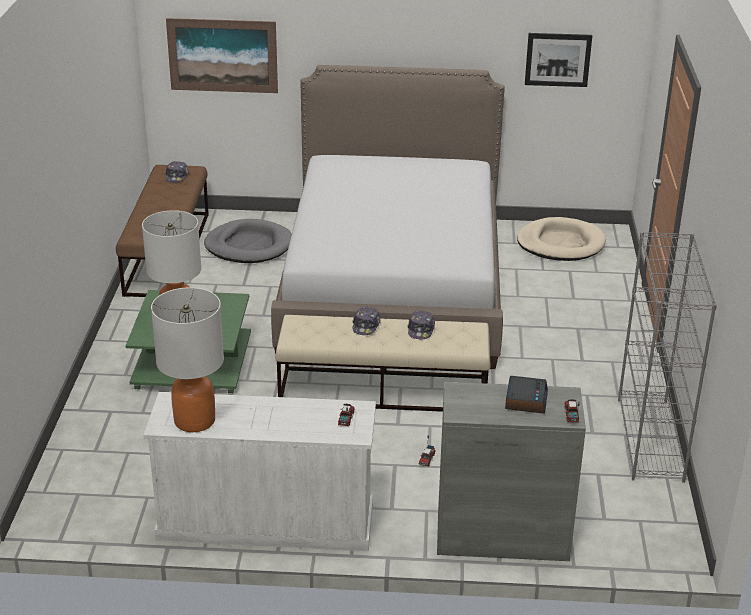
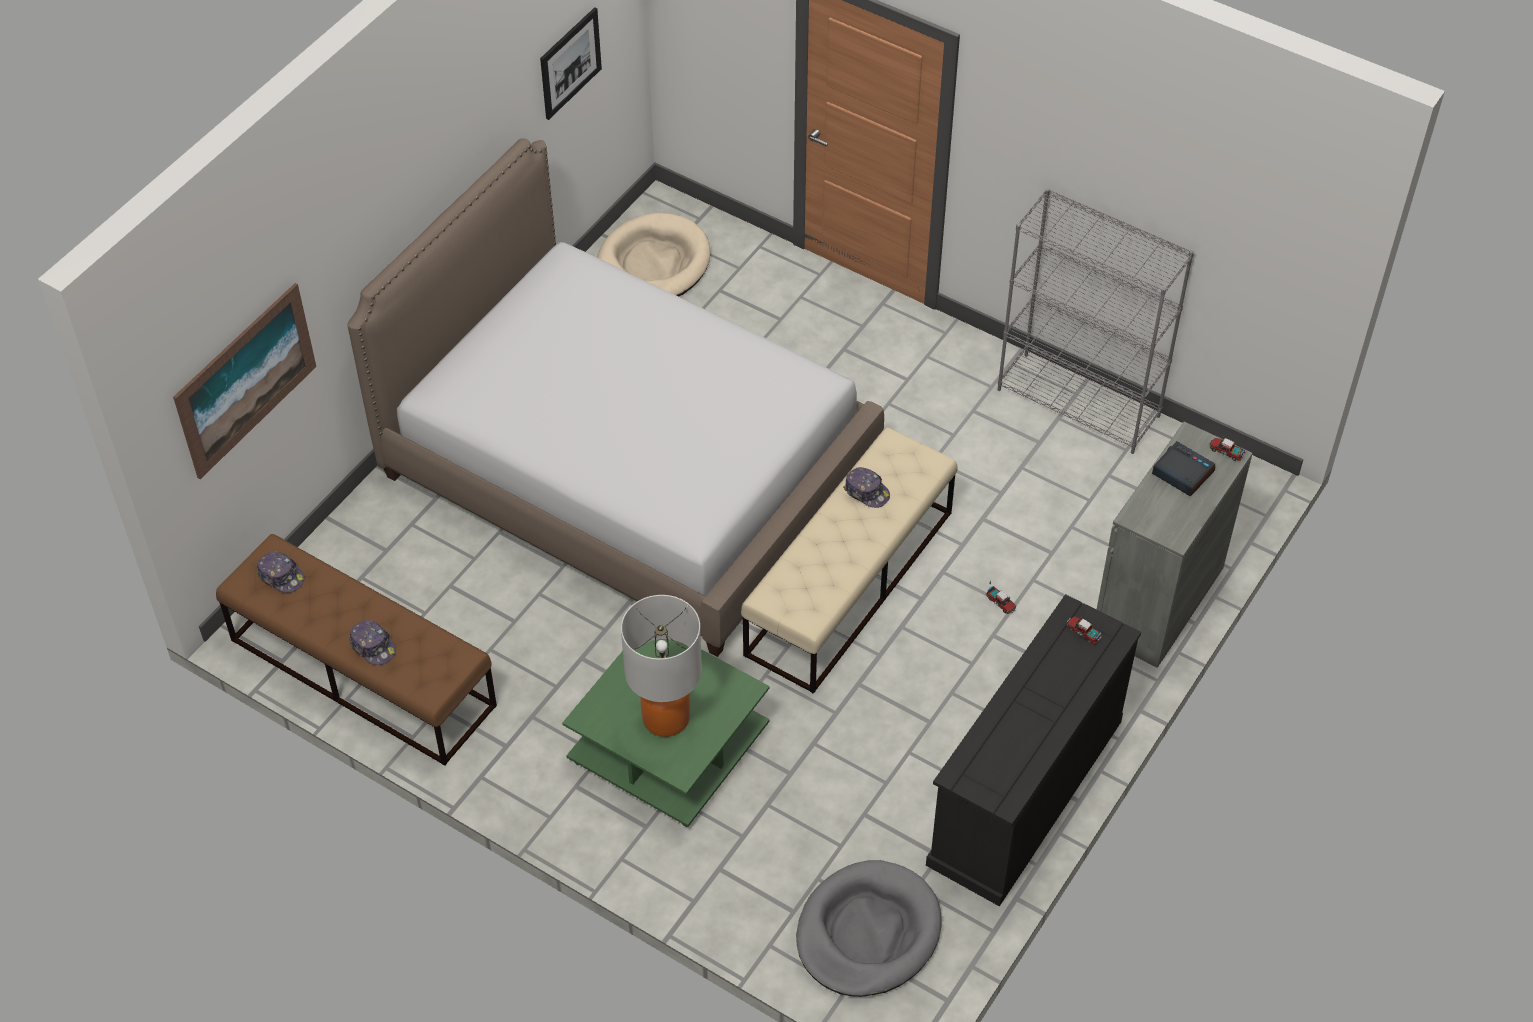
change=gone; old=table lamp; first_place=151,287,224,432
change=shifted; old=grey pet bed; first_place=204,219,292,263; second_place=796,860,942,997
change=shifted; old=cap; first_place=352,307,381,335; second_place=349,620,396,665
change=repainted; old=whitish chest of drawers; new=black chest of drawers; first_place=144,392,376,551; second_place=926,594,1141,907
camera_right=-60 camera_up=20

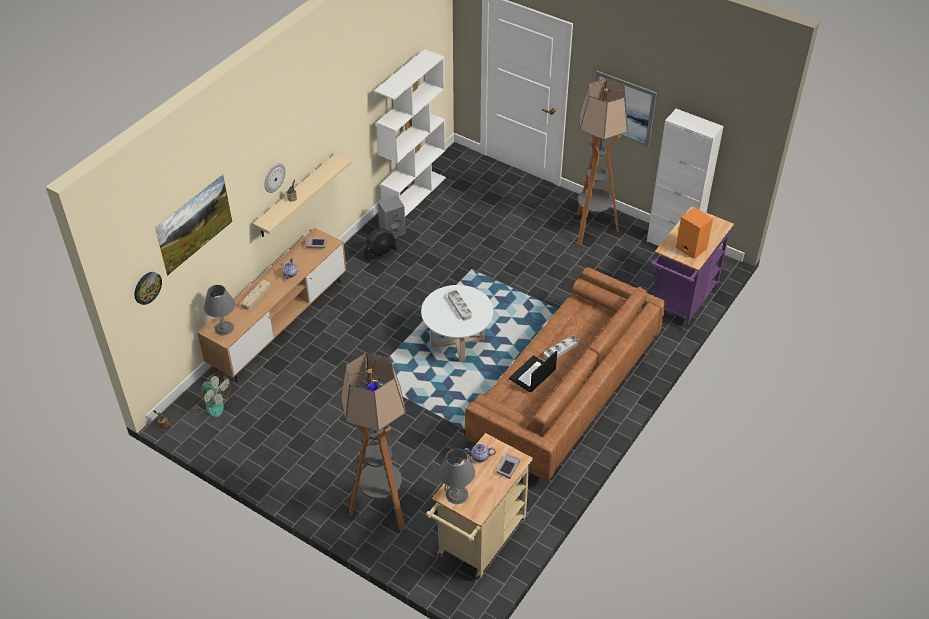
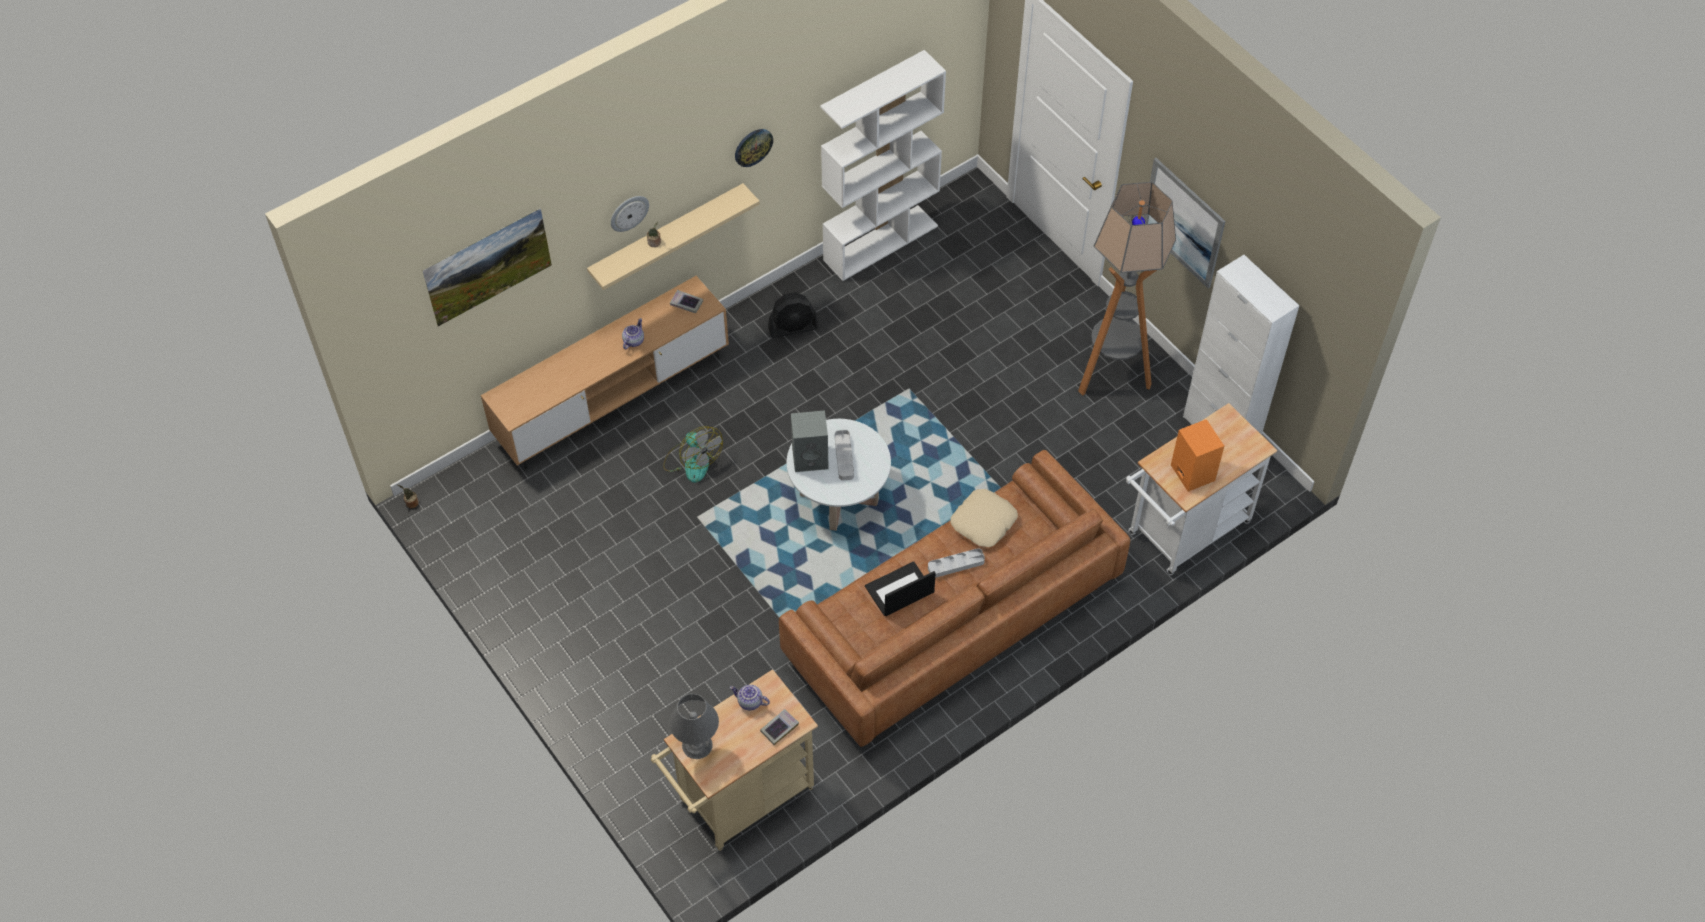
change=gone; old=grey table lamp; first_place=204,285,235,335
change=gone; old=beige-coloured serving tray; first_place=241,280,270,310
change=gone; old=standard lamp; first_place=341,352,406,531
change=new; new=beige-coloured cushion; second_place=950,489,1018,547
change=shifted; old=hanging clock; first_place=134,272,162,305; second_place=735,129,773,167
change=shifted; old=electric fan; first_place=190,373,231,418; second_place=663,426,723,483
change=shifted; old=grey audio speaker; first_place=378,195,406,237; second_place=791,410,829,472
change=repainted; old=purple cart; new=whitish cart; first_place=651,207,734,329; second_place=1126,403,1277,575
camera_right=20 camera_up=10

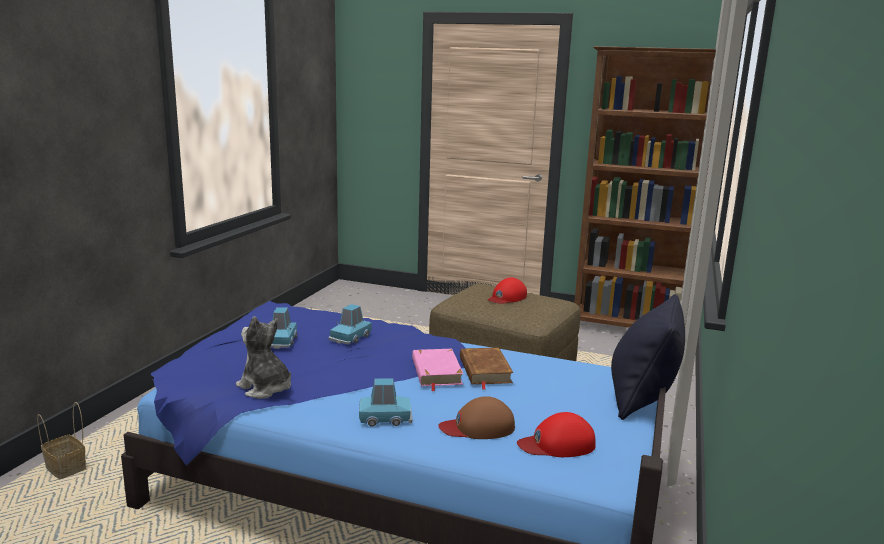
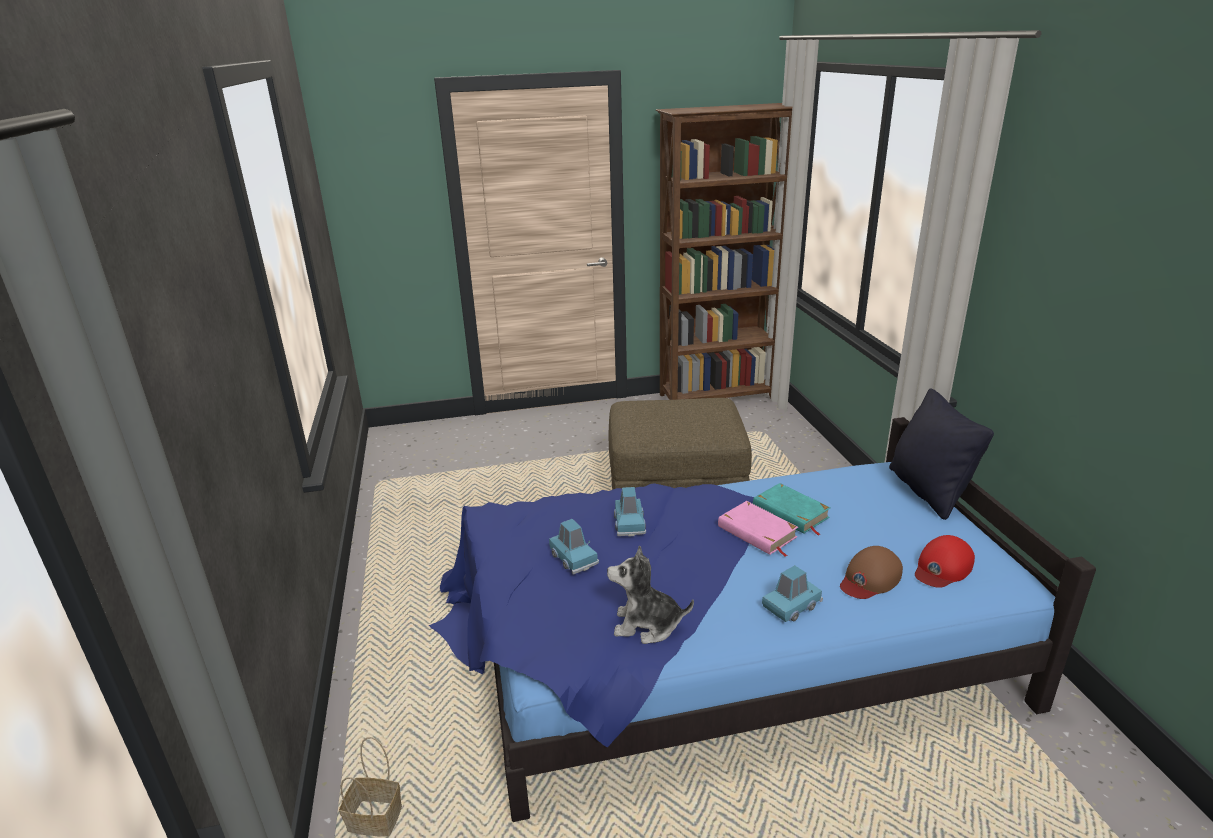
change=gone; old=red-coloured cap; first_place=488,277,527,304
change=repainted; old=brown-coloured volume; new=blue-green volume; first_place=460,348,513,390; second_place=753,483,831,536
camera_right=-30 camera_up=10

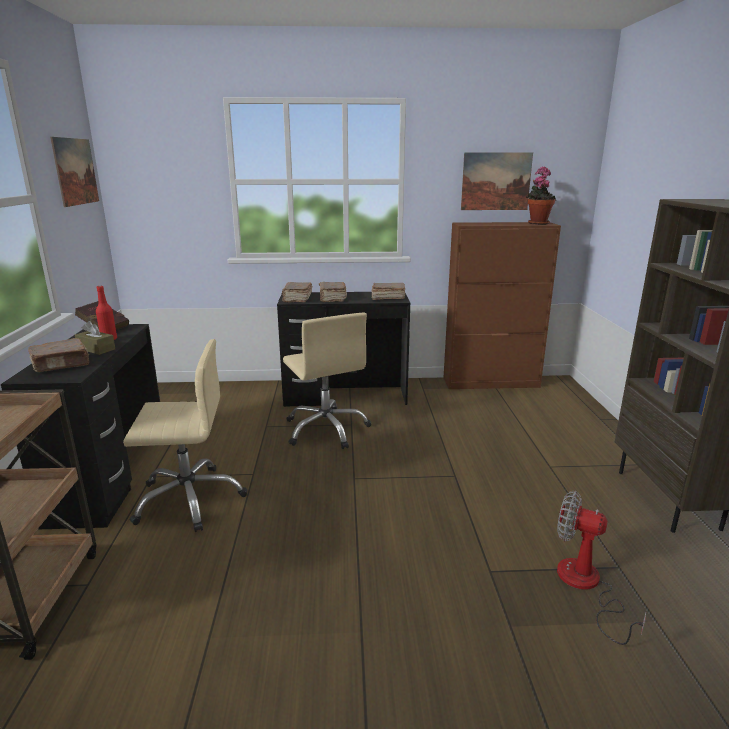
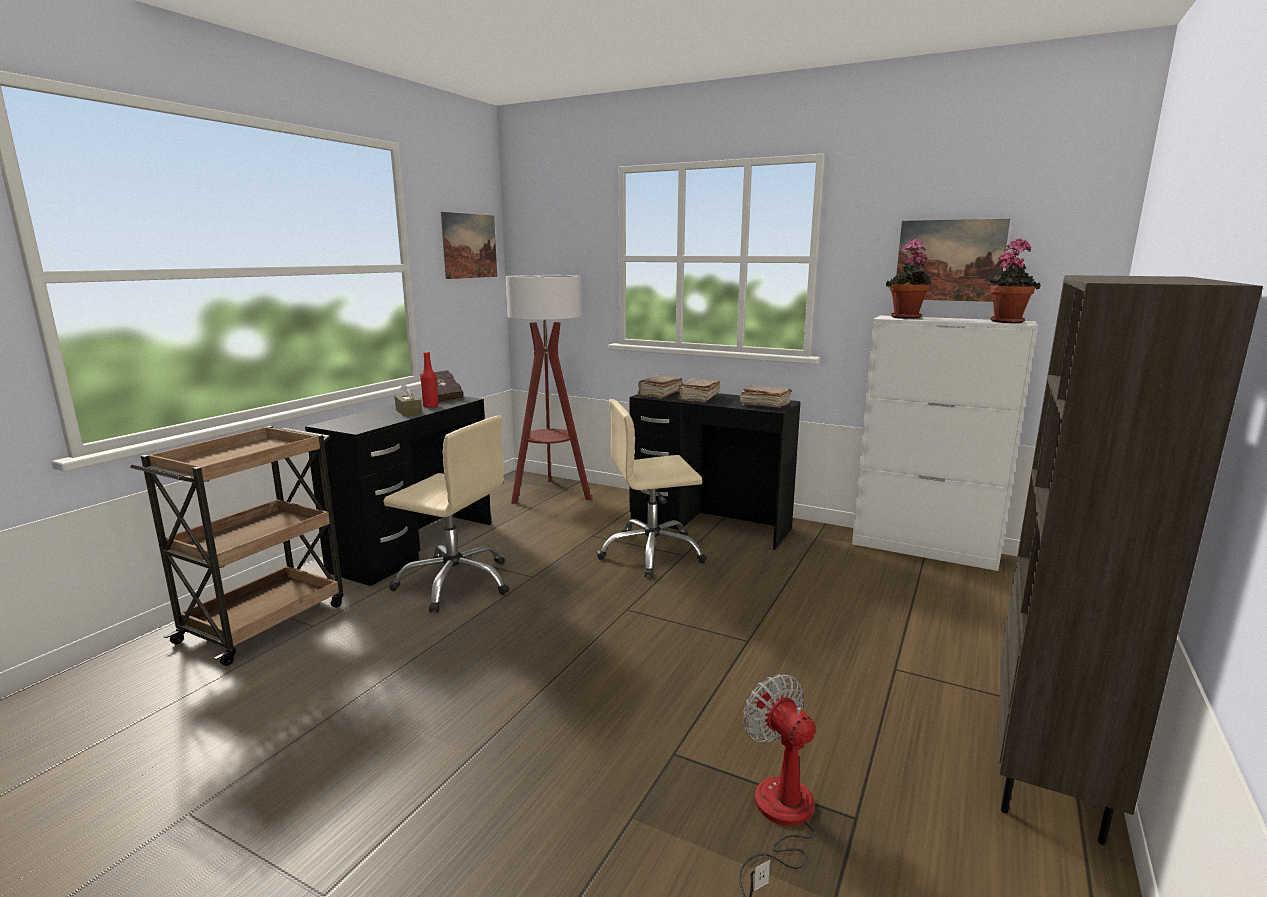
change=gone; old=brown-coloured volume; first_place=28,338,89,372
change=new; new=standard lamp; second_place=506,275,591,504
change=new; new=houseplant; second_place=886,239,932,319
change=repainted; old=brown-coloured storage cabinet; new=whitish storage cabinet; first_place=444,222,561,389; second_place=852,315,1038,571
change=rotated; old=beige-coloured computer chair; first_place=283,313,371,449; second_place=596,399,707,578; degrees=75
camera_right=30 camera_up=-5

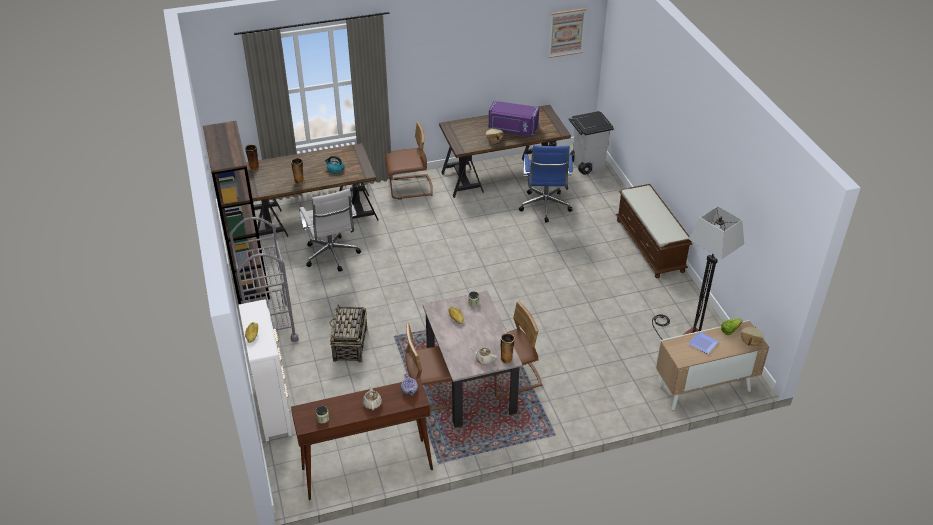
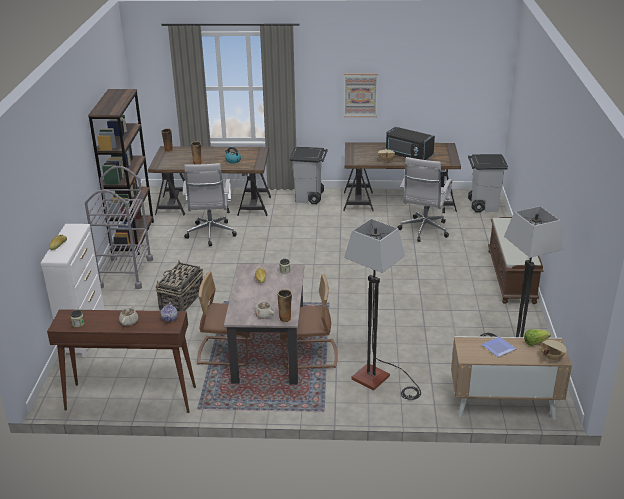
change=new; new=standard lamp; second_place=344,219,421,400
change=shifted; old=picture; first_place=549,8,586,58; second_place=344,73,378,117
change=swapped; old=brown-coloured plain chair; new=grey trash can; first_place=385,122,433,199; second_place=290,146,328,204
change=repainted; old=purple microwave; new=black microwave; first_place=489,101,539,137; second_place=386,127,435,160
change=repainted; old=blue-coloured computer chair; new=whitish computer chair; first_place=519,145,573,222; second_place=397,157,452,242
camera_right=20 camera_up=-10

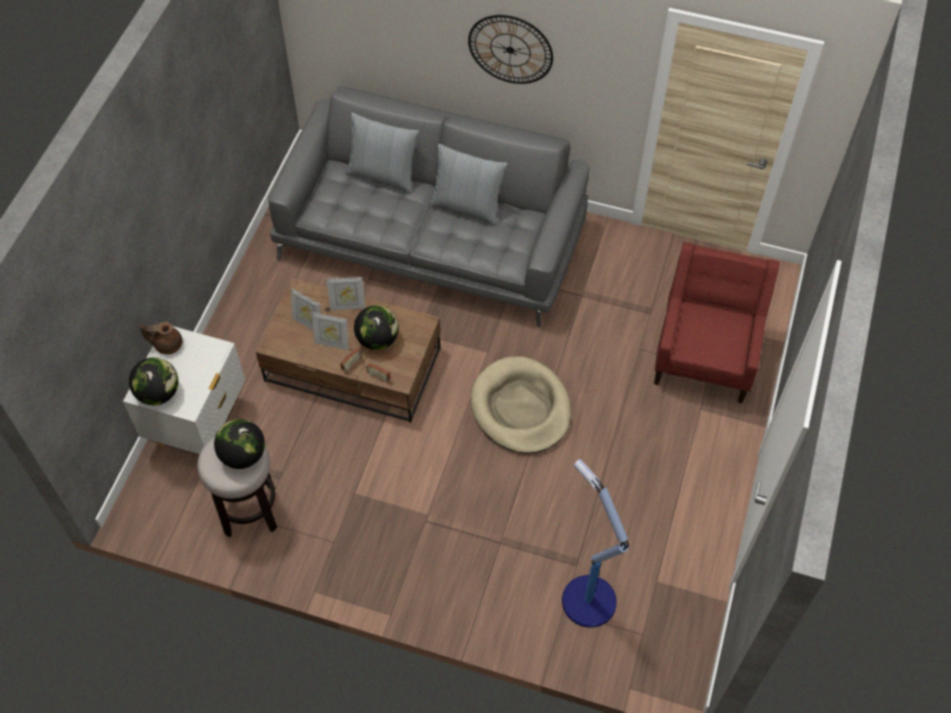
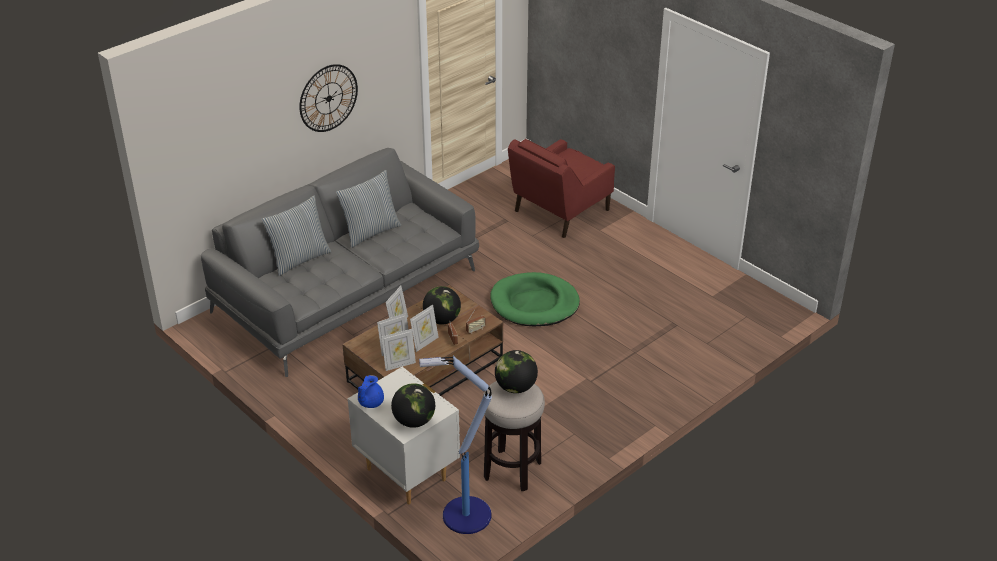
change=new; new=picture frame; second_place=381,329,416,371
change=shifted; old=standard lamp; first_place=562,459,629,627; second_place=419,356,492,534
change=repainted; old=brown-coloured pot for tea; new=blue-coloured pot for tea; first_place=139,322,182,354; second_place=358,375,384,408
change=repainted; old=beige-coloured pet bed; new=green pet bed; first_place=471,356,571,454; second_place=490,272,580,326
change=rotated; old=red-coloured lounge chair; first_place=654,242,780,403; second_place=508,139,615,238; degrees=-90
camera_right=-60 camera_up=-20

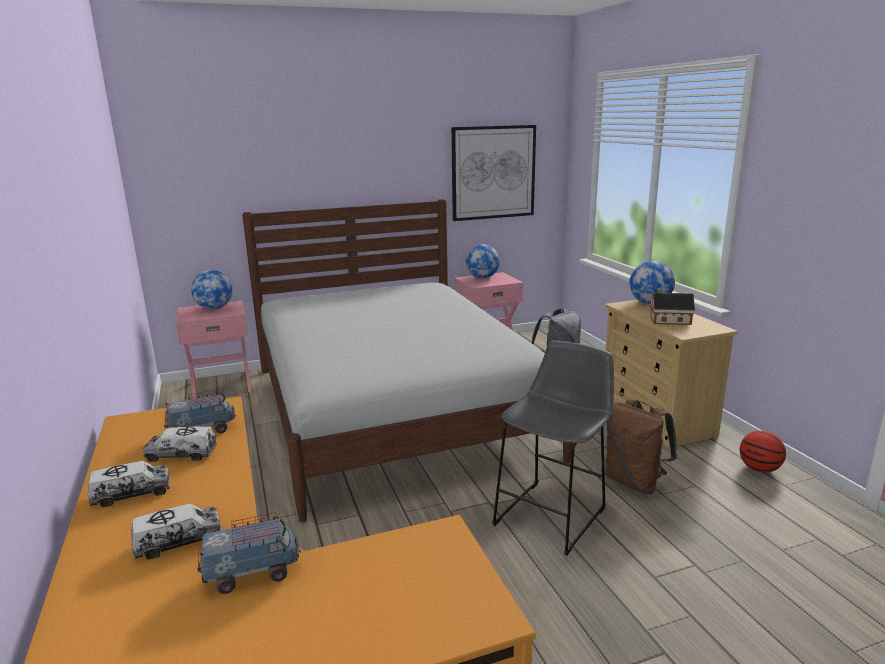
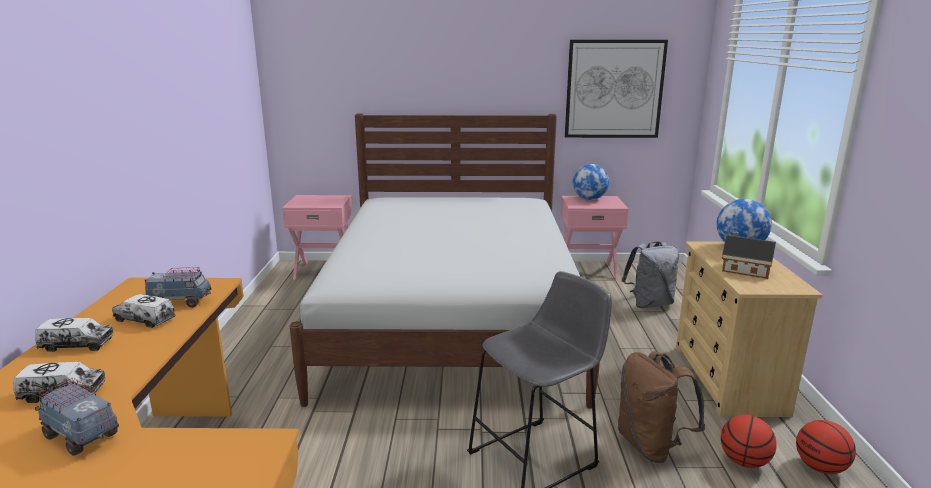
change=gone; old=world globe; first_place=191,270,233,309
change=new; new=basketball ball; second_place=721,415,777,468
change=rotated; old=model truck; first_place=197,512,301,594; second_place=35,378,119,456; degrees=-150
camera_right=20 camera_up=0

